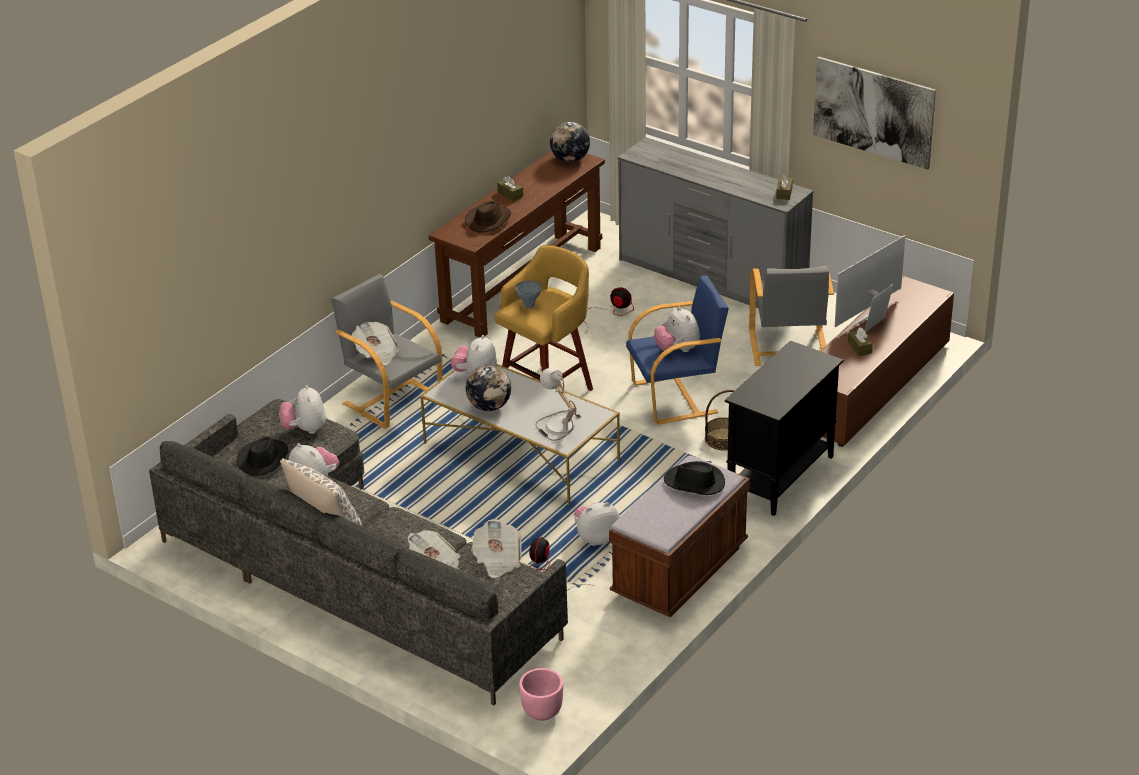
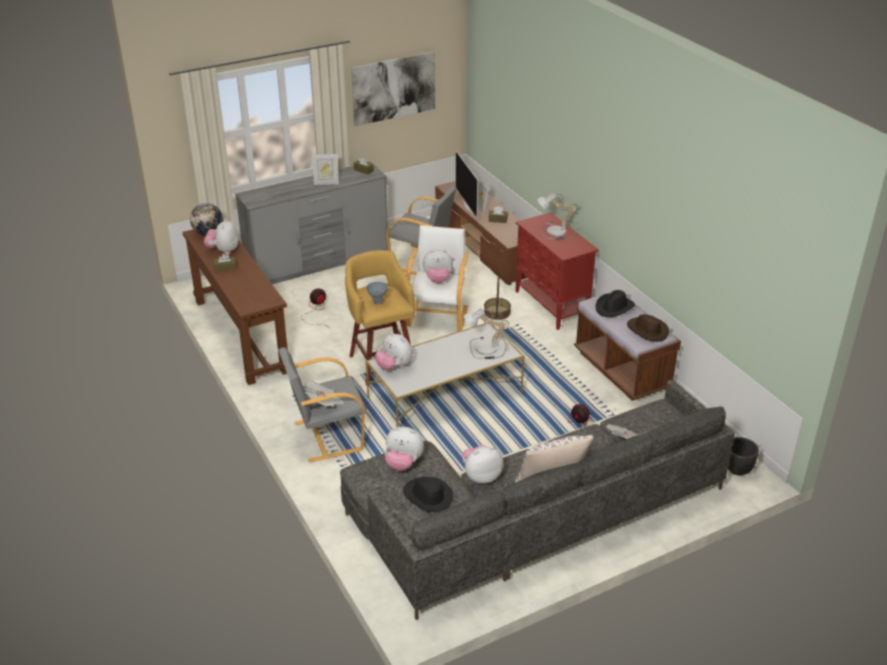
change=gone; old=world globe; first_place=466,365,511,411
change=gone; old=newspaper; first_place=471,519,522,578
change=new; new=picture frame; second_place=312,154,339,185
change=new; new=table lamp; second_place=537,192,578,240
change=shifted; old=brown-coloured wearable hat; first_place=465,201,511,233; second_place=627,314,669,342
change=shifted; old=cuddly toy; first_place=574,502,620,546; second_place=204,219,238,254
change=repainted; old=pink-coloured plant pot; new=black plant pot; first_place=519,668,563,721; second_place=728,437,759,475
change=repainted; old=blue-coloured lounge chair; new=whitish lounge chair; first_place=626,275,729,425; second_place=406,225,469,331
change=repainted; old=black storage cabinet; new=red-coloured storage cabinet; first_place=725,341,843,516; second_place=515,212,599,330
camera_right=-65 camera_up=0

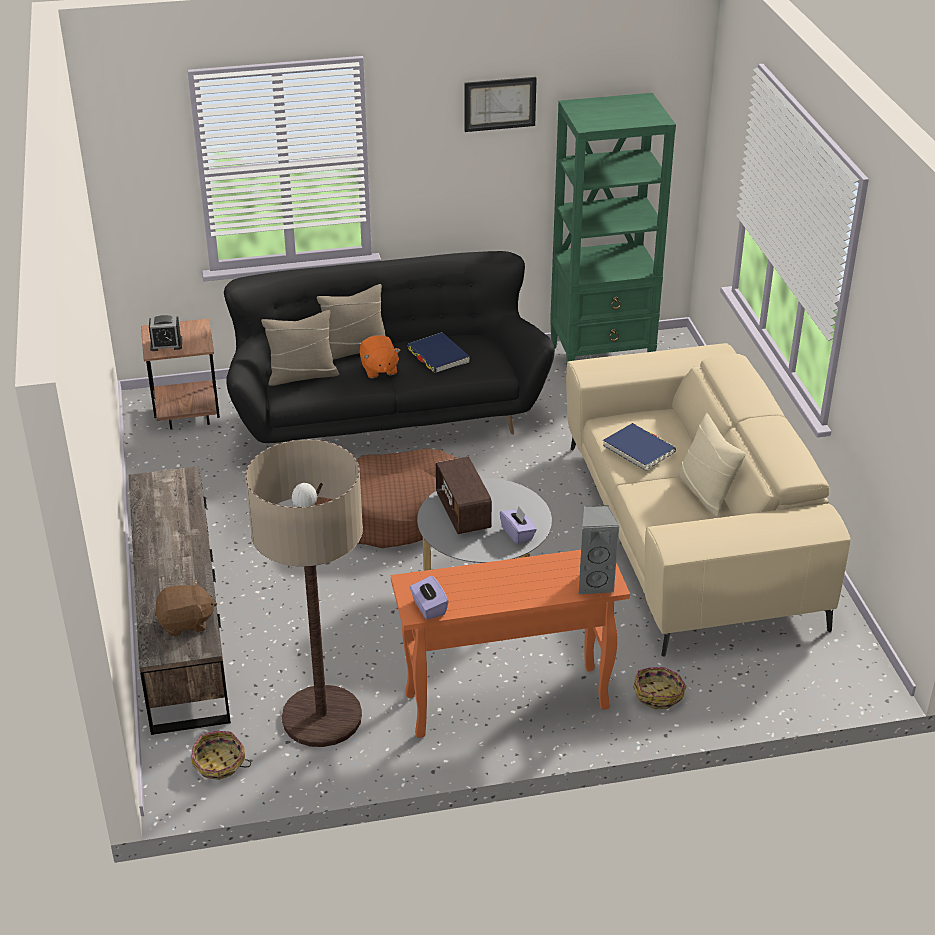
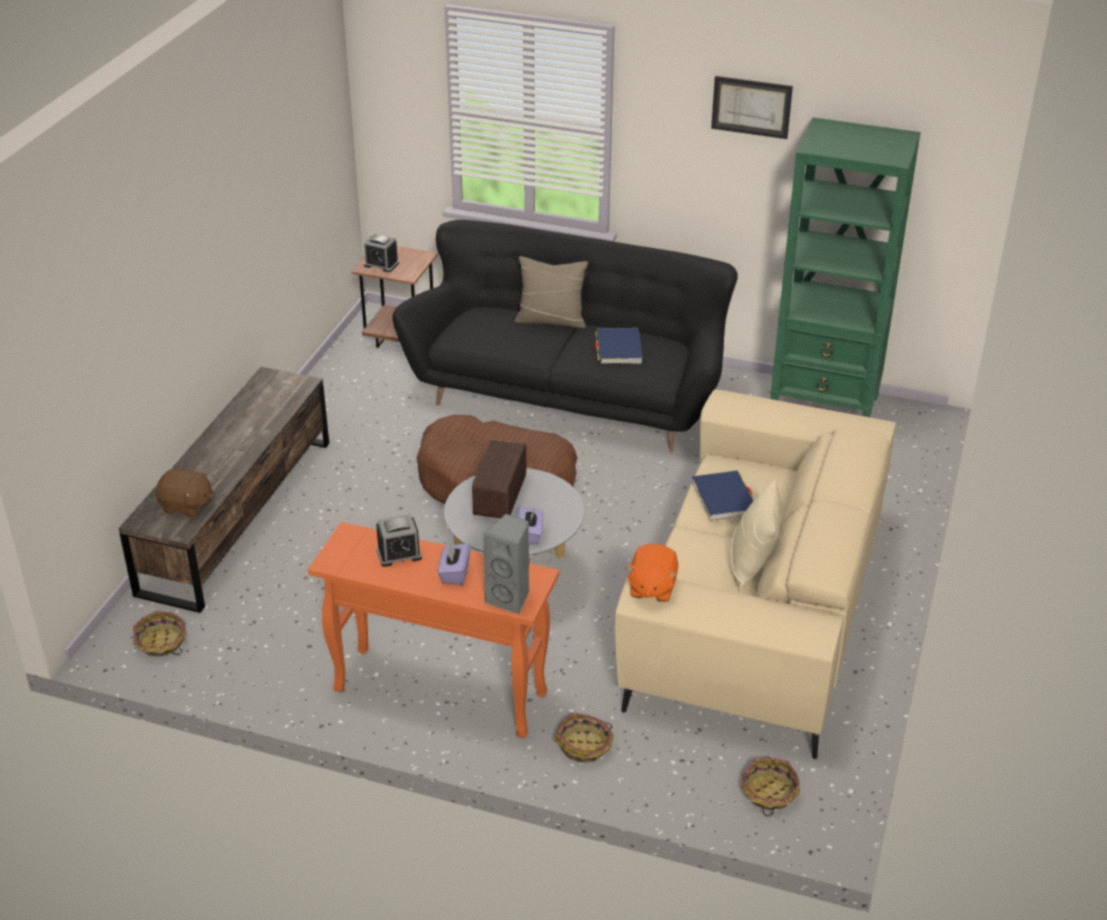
change=gone; old=standard lamp; first_place=245,439,363,747
change=gone; old=beige-coloured cushion; first_place=261,310,339,386
change=new; new=alarm clock; second_place=376,514,422,567
change=new; new=basket; second_place=741,757,800,816
change=shifted; old=orange-coloured cuddly toy; first_place=359,335,400,379; second_place=626,544,678,602
change=shifted; old=purple tissue holder; first_place=409,576,448,620; second_place=438,541,471,585
camera_right=30 camera_up=0

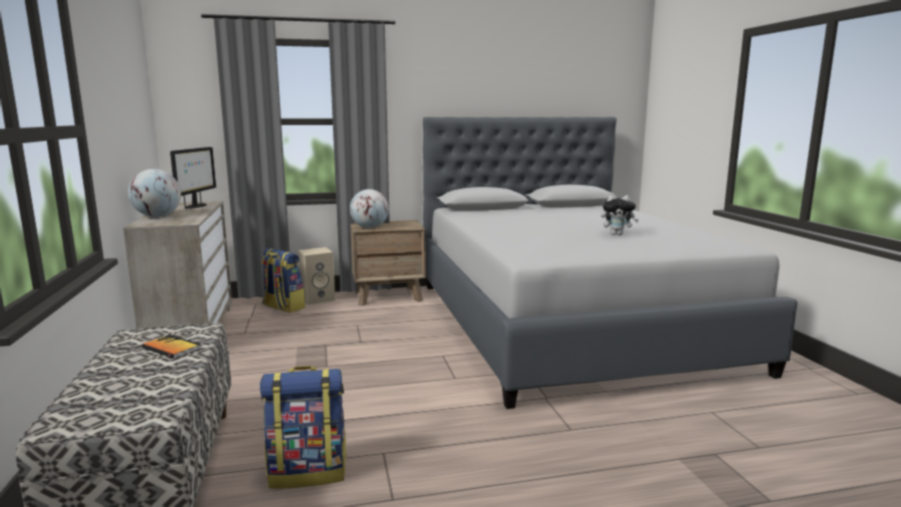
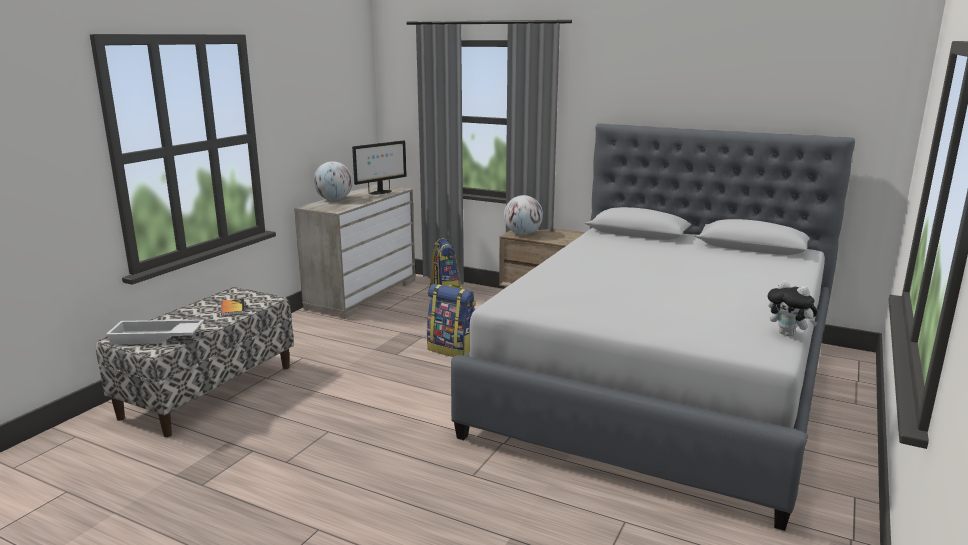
change=gone; old=beige-coloured audio speaker; first_place=298,247,336,305
change=new; new=whitish serving tray; second_place=105,319,204,344
change=shifted; old=rucksack; first_place=260,366,347,489; second_place=427,284,476,357
change=shifted; old=cuddly toy; first_place=601,195,639,235; second_place=768,280,818,337
camera_right=40 camera_up=5

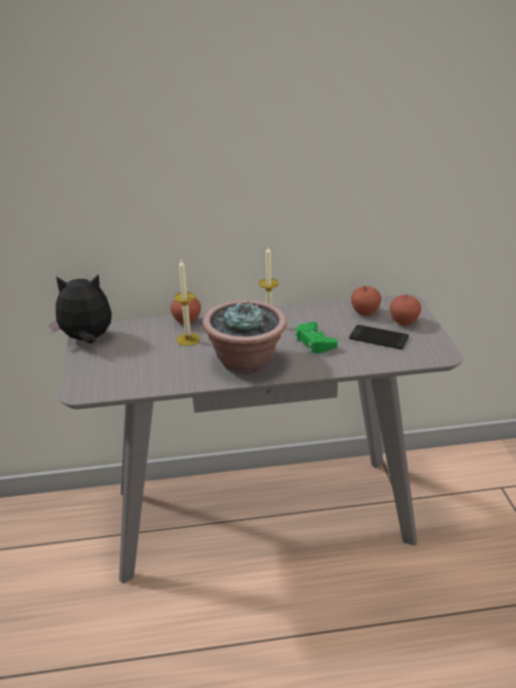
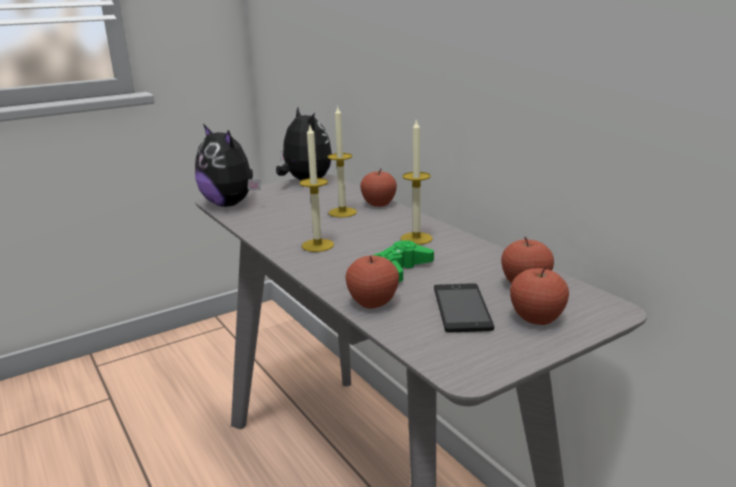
change=new; new=cuddly toy; second_place=195,124,260,207
change=new; new=apple fruit; second_place=345,255,399,309
change=swapped; old=houseplant; new=wax candle; first_place=202,300,287,375; second_place=299,126,334,252
camera_right=65 camera_up=-10

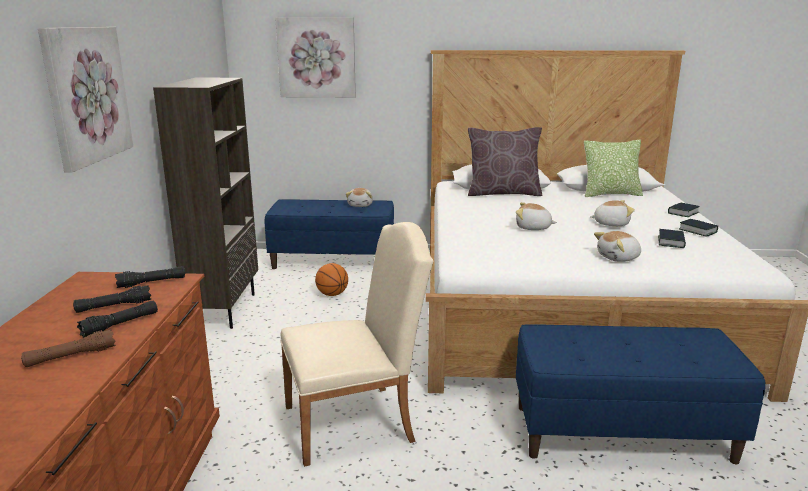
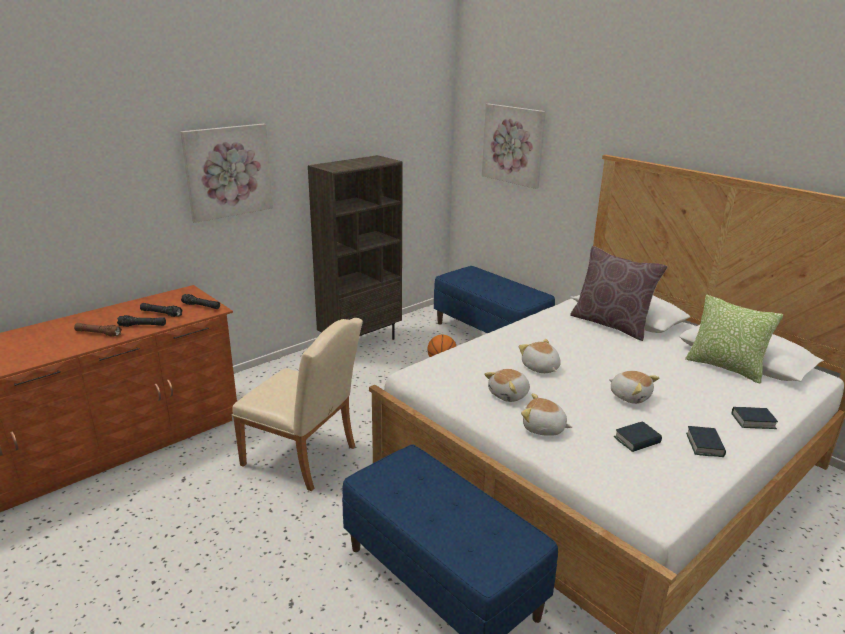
change=shifted; old=cuddly toy; first_place=346,188,373,207; second_place=484,369,530,402
camera_right=45 camera_up=5

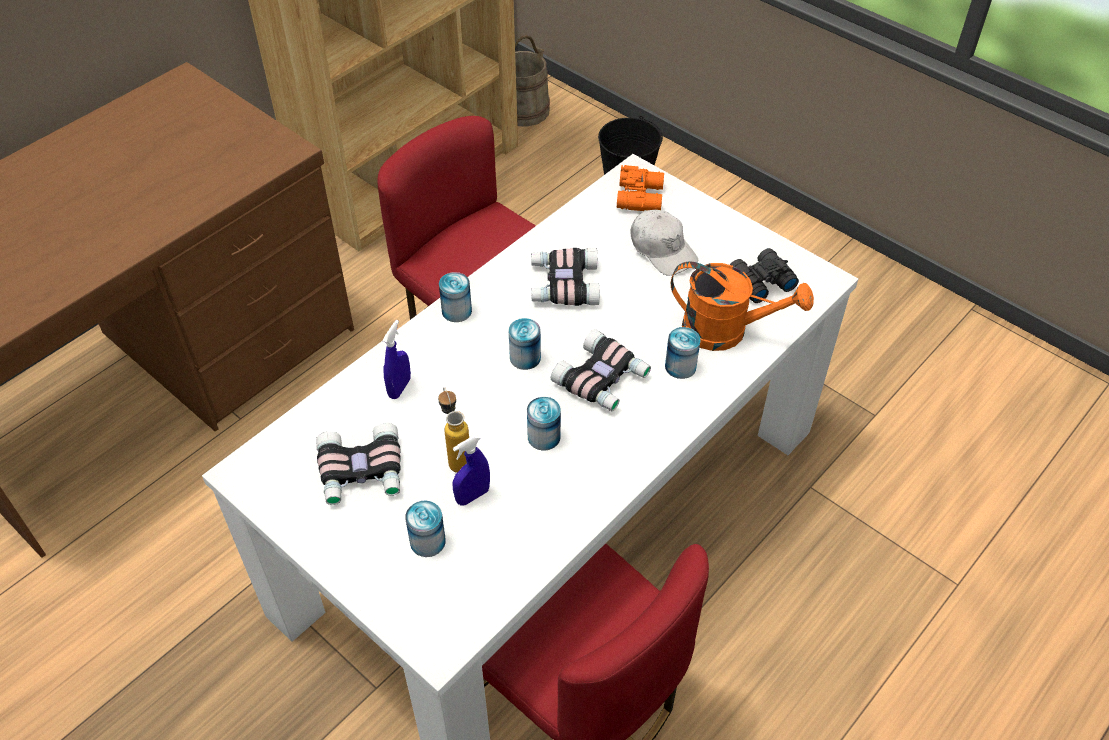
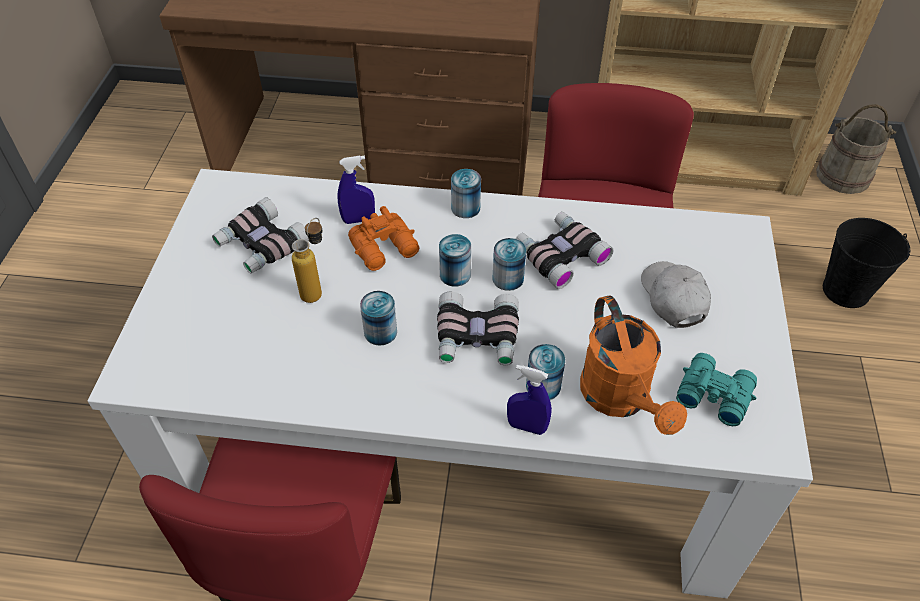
change=shifted; old=metal can; first_place=405,501,446,557; second_place=492,238,526,291
change=shifted; old=blue-coloured hand sprayer; first_place=452,435,490,506; second_place=507,365,552,435
change=shifted; old=orange-coloured binoculars; first_place=617,165,664,211; second_place=348,206,419,271
change=repainted; old=black binoculars; new=blue-green binoculars; first_place=730,248,799,303; second_place=676,353,757,426
change=rotated; old=whitish cap; first_place=631,210,698,276; second_place=641,261,711,328; degrees=150
camera_right=55 camera_up=0

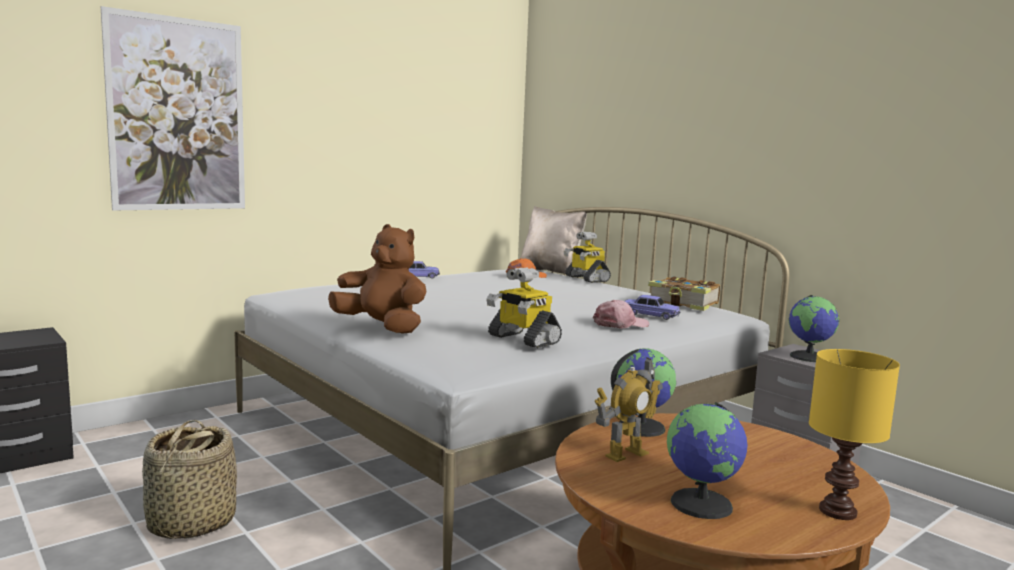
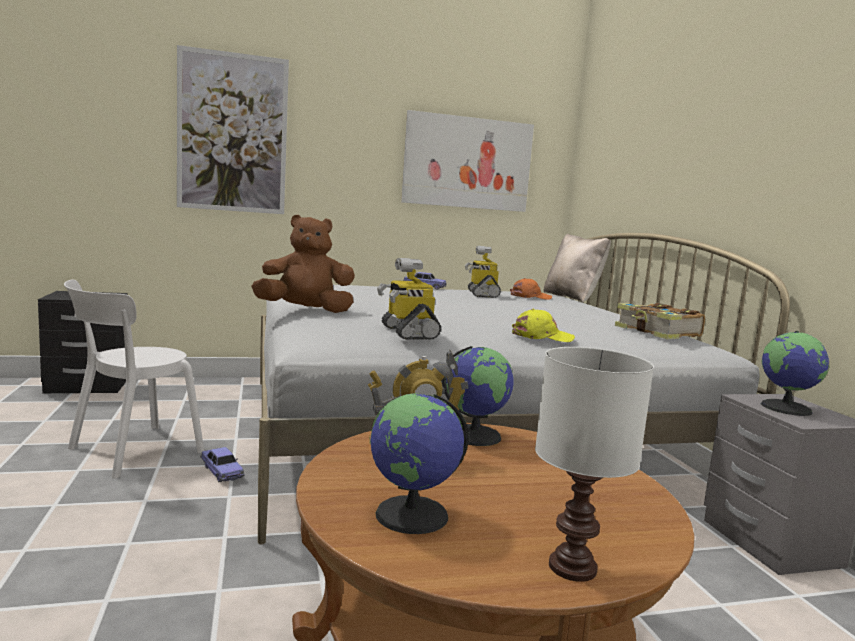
change=new; new=picture; second_place=401,110,534,212
change=shifted; old=model robot; first_place=564,232,611,283; second_place=465,246,501,298
change=shifted; old=model car; first_place=625,295,681,320; second_place=200,447,245,482
change=swapped; old=basket; new=whitish plain chair; first_place=142,420,237,539; second_place=64,279,204,479
change=repainted; old=pink-coloured cap; new=yellow-coloured cap; first_place=593,300,649,328; second_place=512,309,575,342
change=repainted; old=yellow-coloured table lamp; new=whitish table lamp; first_place=809,349,900,520; second_place=535,347,654,582
change=rotated; old=brown-coloured cuddly toy; first_place=328,224,426,334; second_place=251,215,355,313; degrees=-60
camera_right=25 camera_up=0

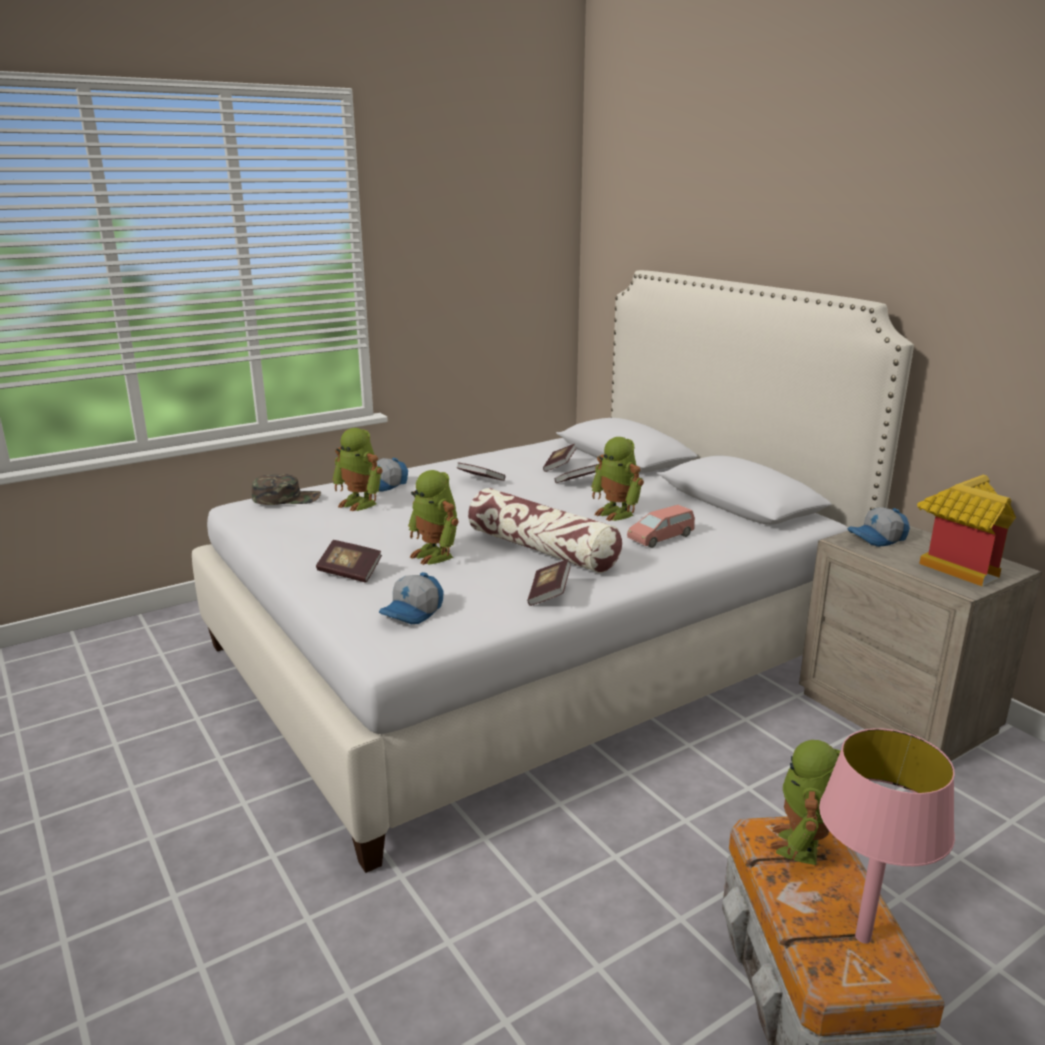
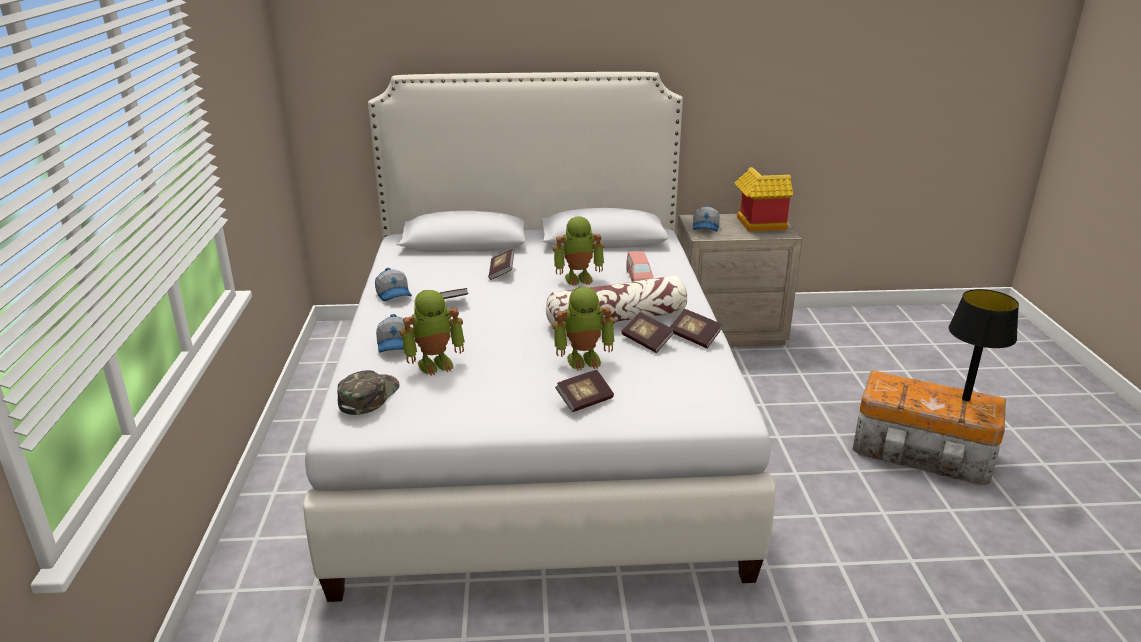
change=gone; old=model robot; first_place=770,740,840,865
change=shifted; old=cap; first_place=379,572,444,624; second_place=375,268,412,301
change=shifted; old=volume; first_place=543,444,577,472; second_place=621,312,674,353
change=repainted; old=pink-coloured table lamp; new=black table lamp; first_place=819,728,955,943; second_place=948,289,1019,401
camera_right=-60 camera_up=5

